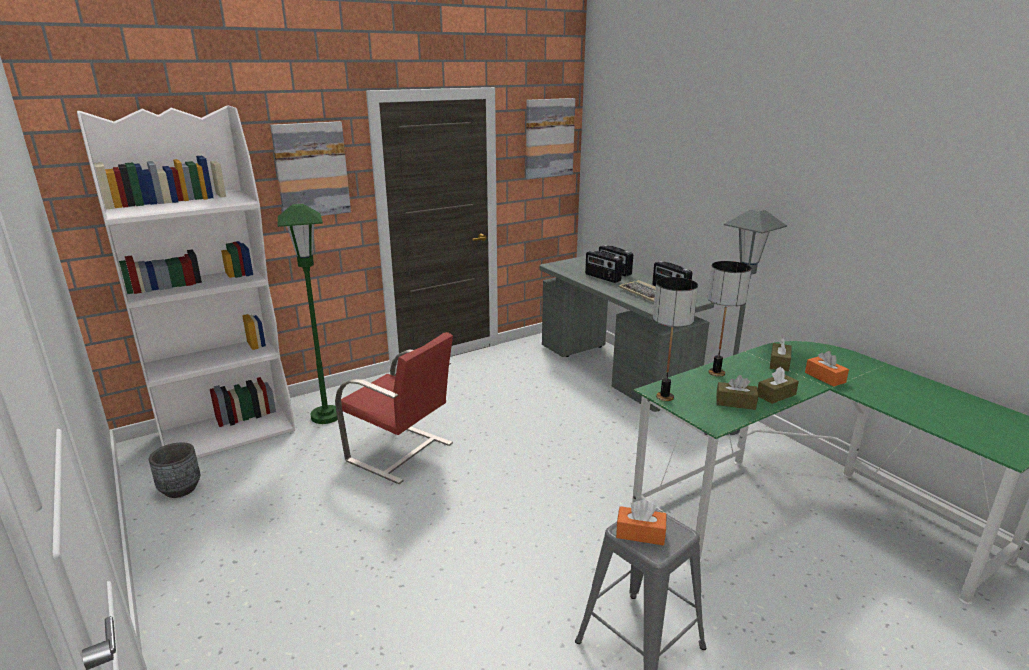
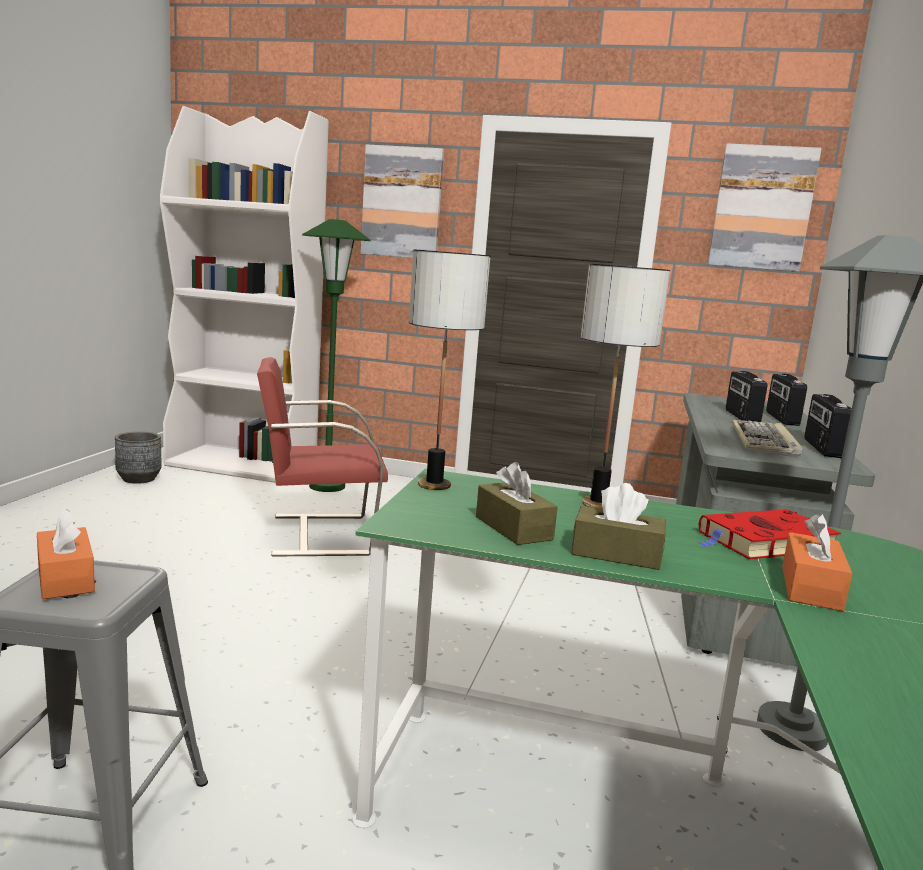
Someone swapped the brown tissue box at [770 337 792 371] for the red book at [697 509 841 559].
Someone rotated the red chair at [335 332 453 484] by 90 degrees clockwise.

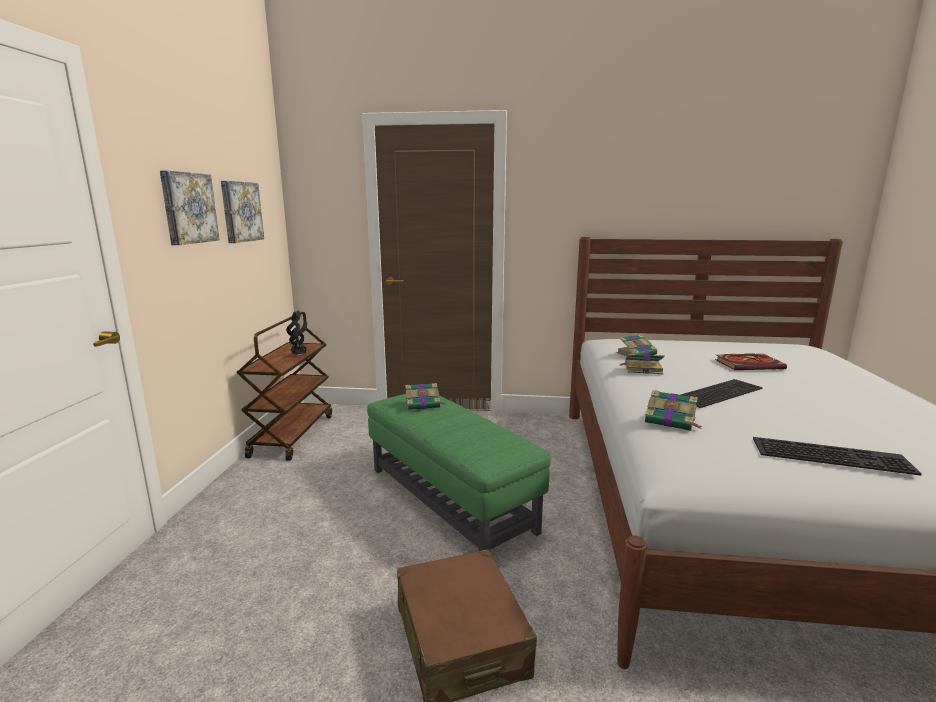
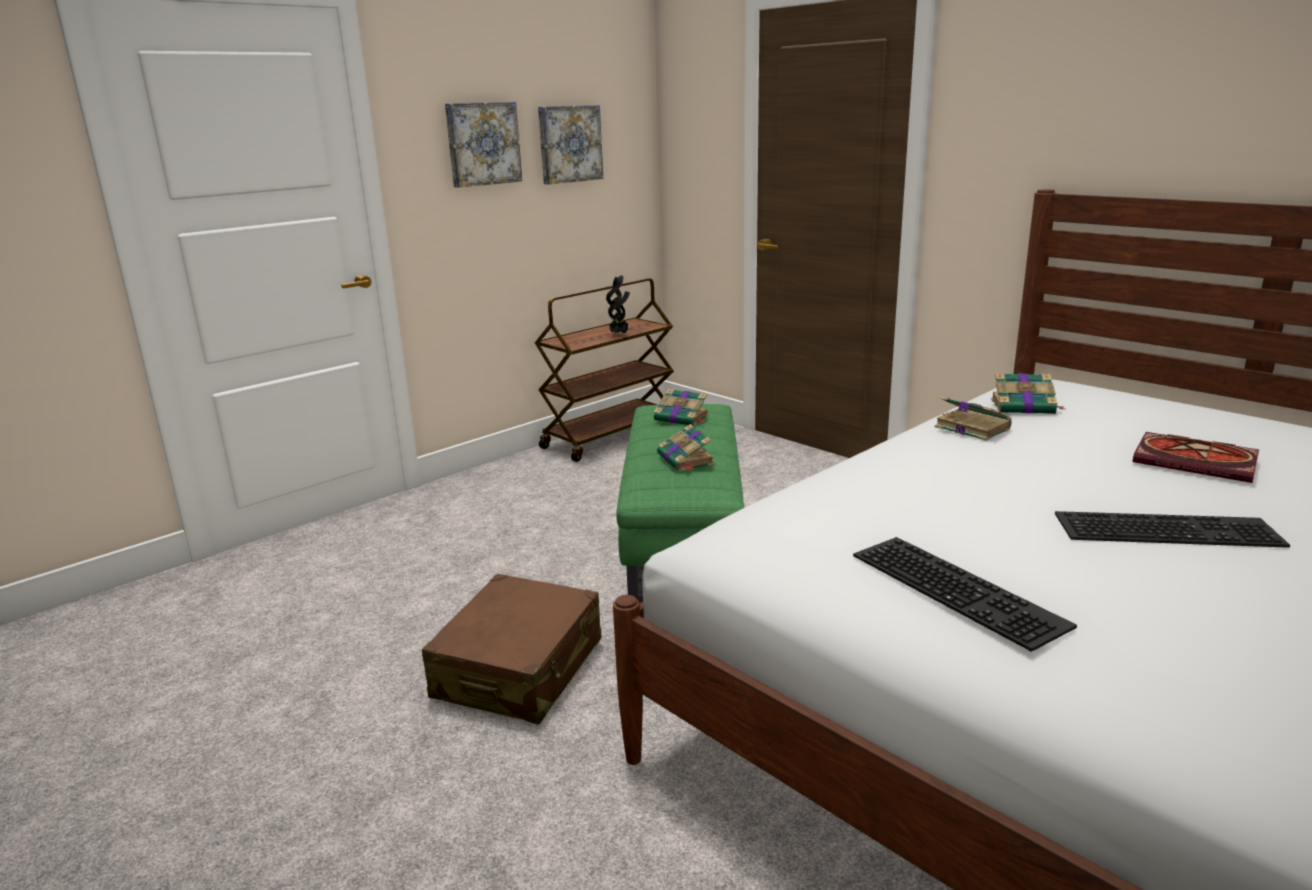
Someone carried the book from [645 390 702 431] to [657 424 715 471].
Someone carried the keyboard from [681 379 763 408] to [1055 511 1290 548].

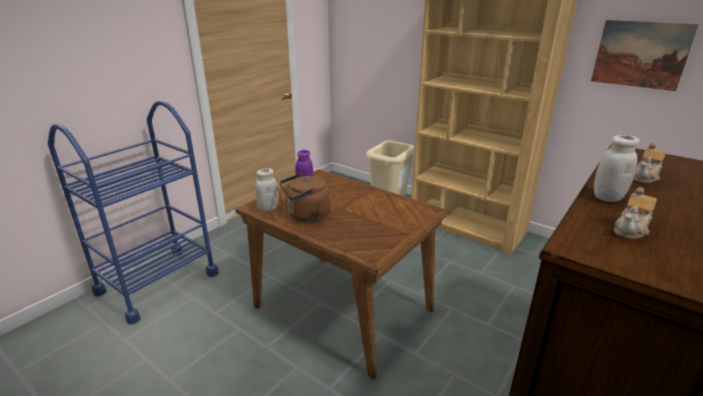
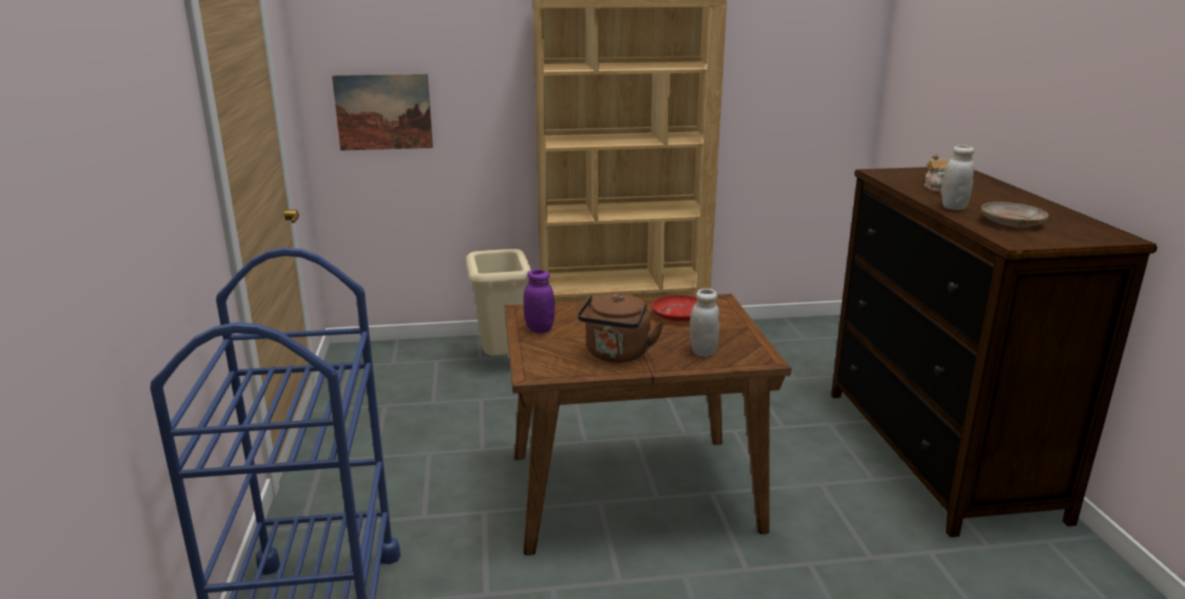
Someone put down the red plate at [652 295 697 321].
Someone carried the white jar from [255 168 279 212] to [690 288 720 357].
Someone carried the picture from [591 20 699 91] to [332 74 433 151].
Someone swapped the teapot at [614 187 657 239] for the beige plate at [981 202 1048 227].

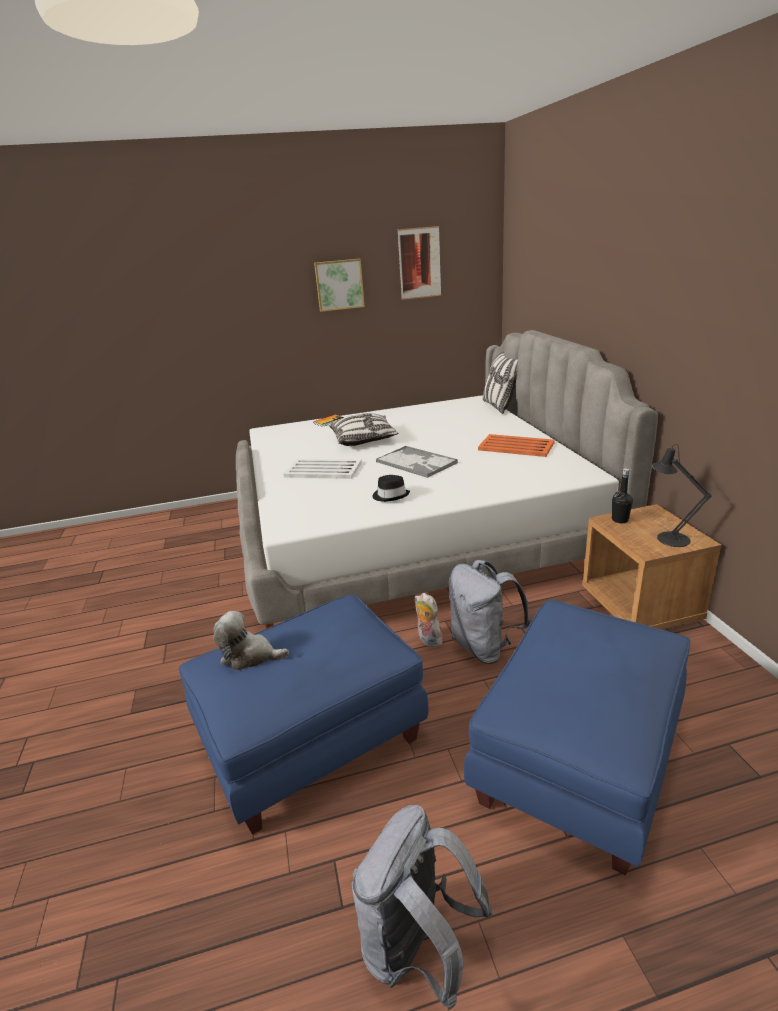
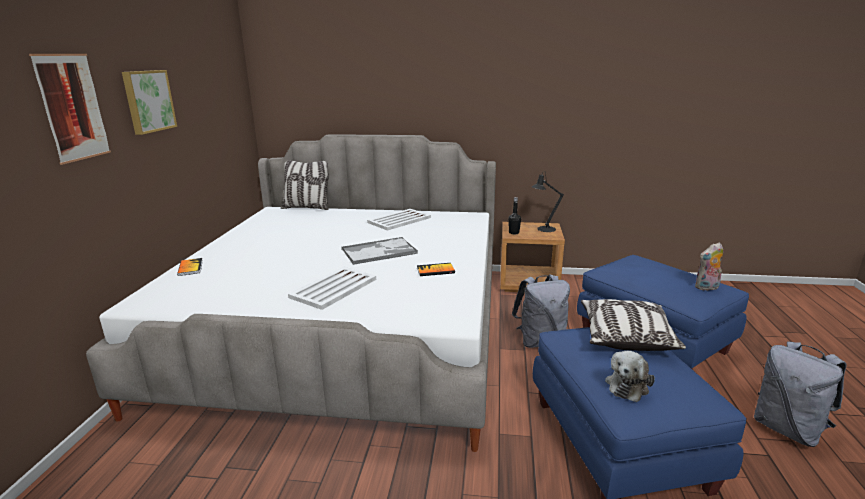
Someone carried the pillow from [329 413 399 446] to [581 299 686 351].
Someone carried the picture from [397 226 441 300] to [29 54 111 165].
Someone carried the plush toy from [414 593 443 647] to [695 242 723 291].
Someone swapped the black hat at [373 475 410 502] for the book at [417 263 455 276].
Someone repainted the orange tray at [478 434 555 457], which became the white tray at [367 209 431 231].

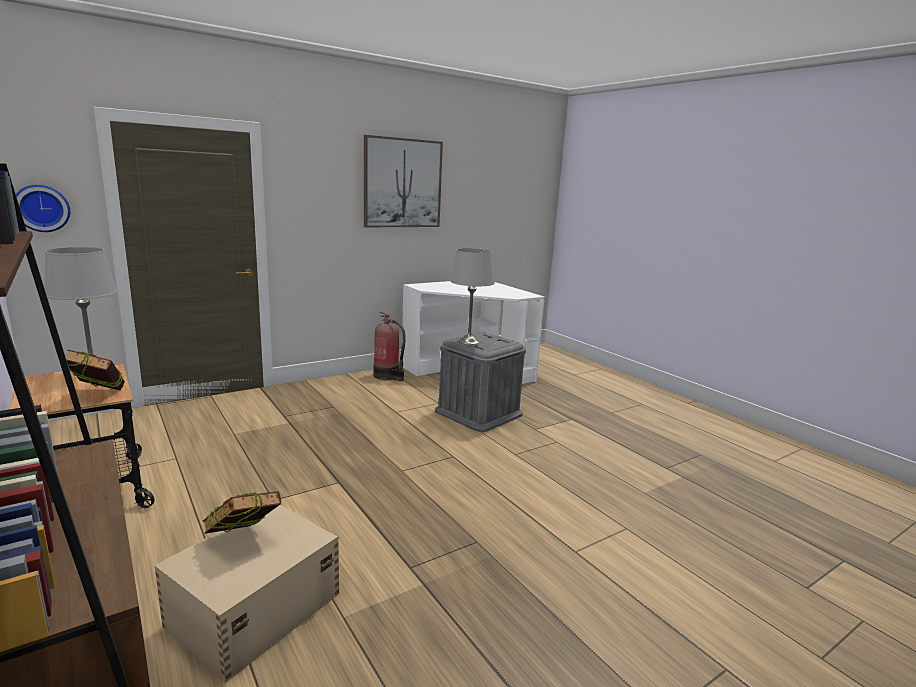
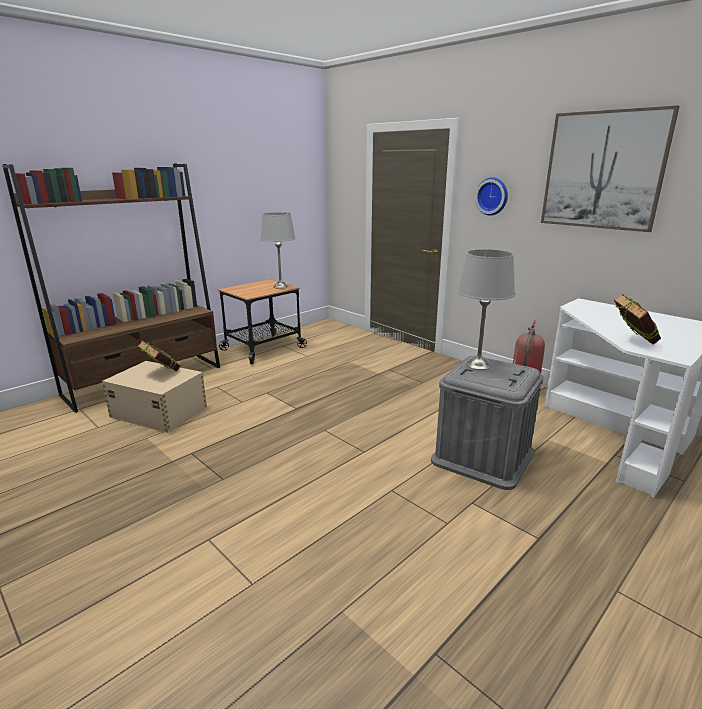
Someone carried the wall clock from [16 185 70 232] to [475 177 508 216].
Someone carried the book from [66 350 125 391] to [614 294 661 344].

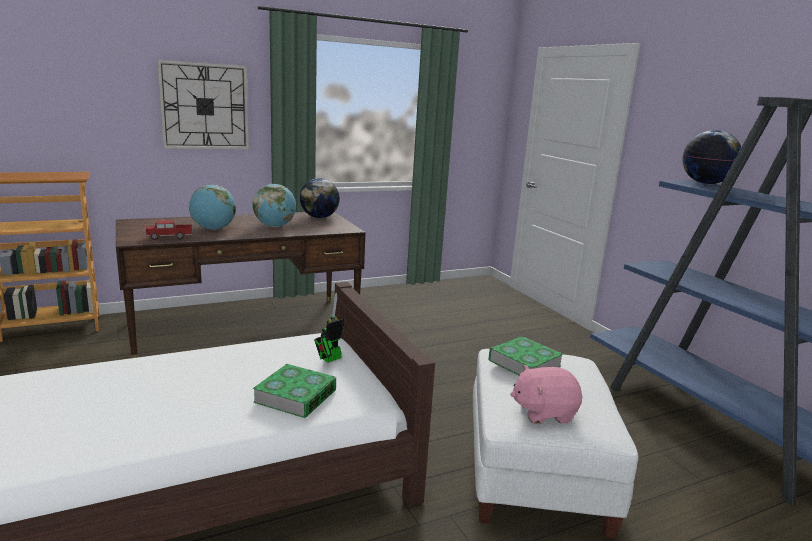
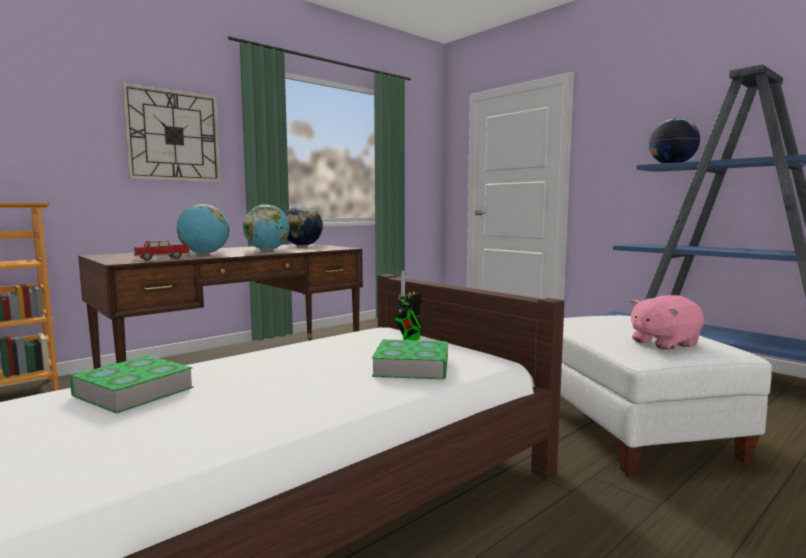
Someone carried the book from [488 336 563 376] to [70 356 194 414].

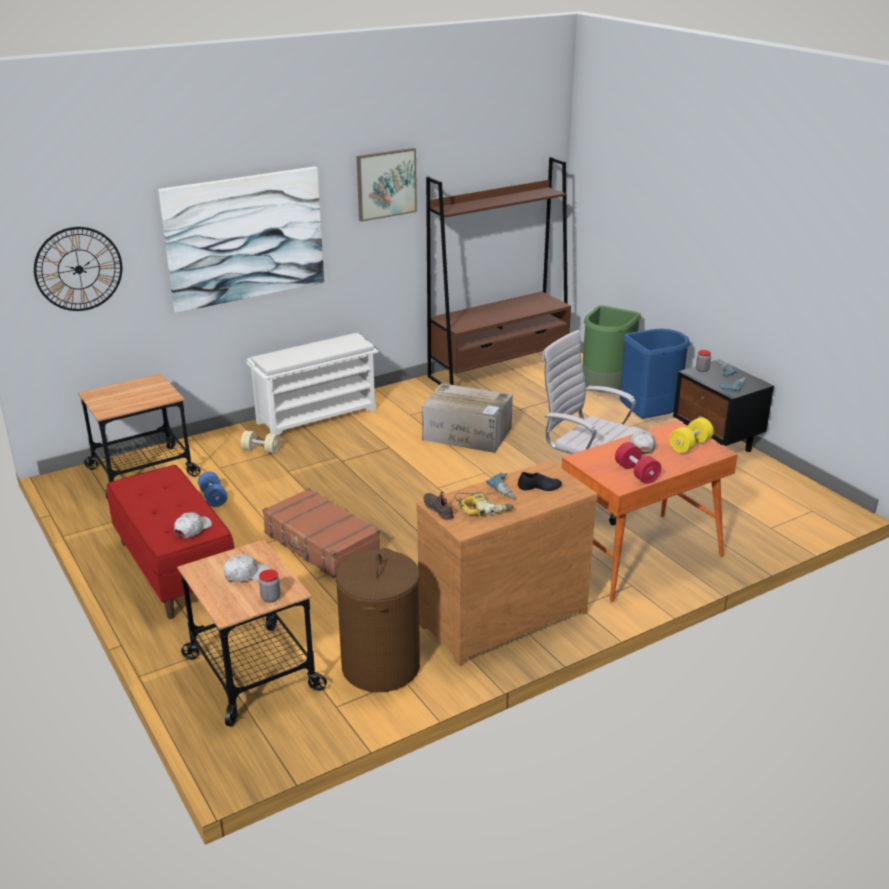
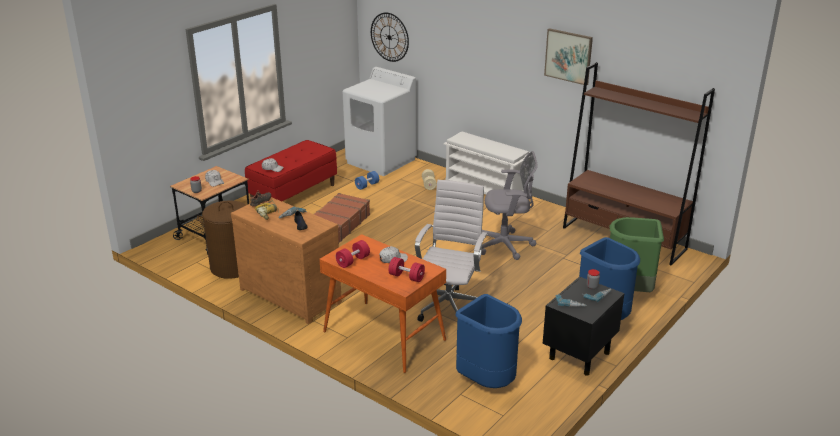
Someone took away the picture at [158 166 324 313].
Someone put down the blue trash can at [456 294 522 388].
Someone swapped the cart at [78 374 201 499] for the white washing machine at [342 67 417 176].
Someone swapped the cardboard box at [422 383 513 453] for the grey office chair at [481 151 538 260].
Someone repainted the yellow dumbbell at [669 417 714 453], which became the red dumbbell at [389 257 425 282].

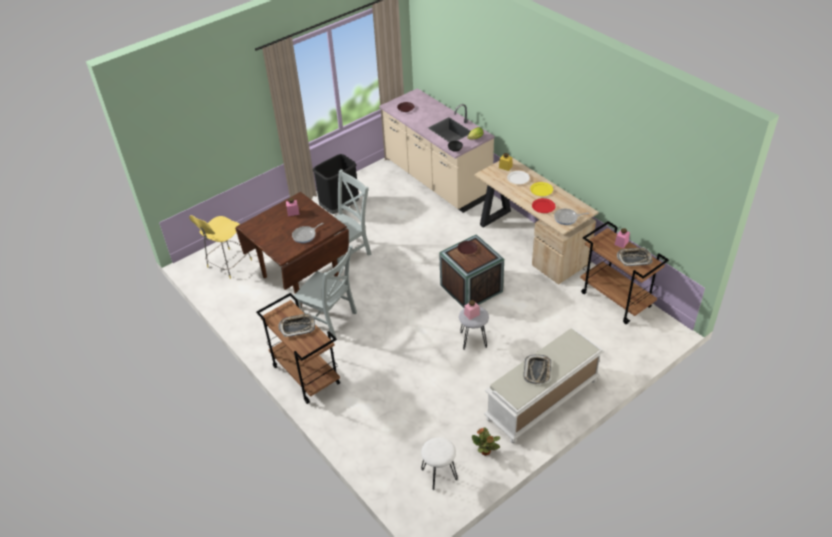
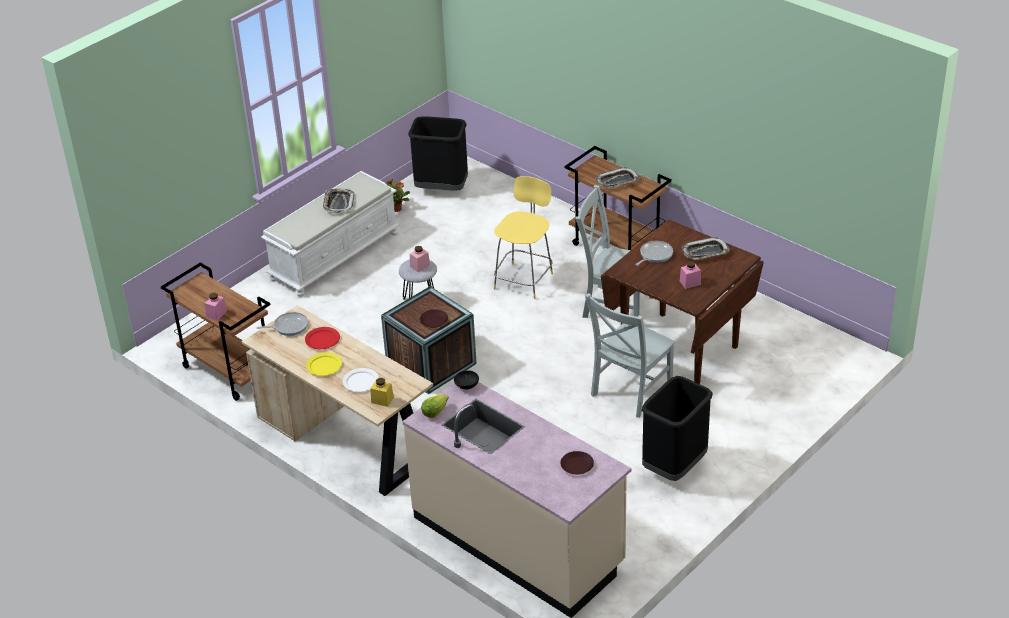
Someone carried the yellow stool from [189 215 252 279] to [494 176 553 299].
Someone carried the tray from [617 247 653 266] to [682 237 730 260].
Someone swapped the white stool at [421 437 458 490] for the black trash can at [408 116 468 191].

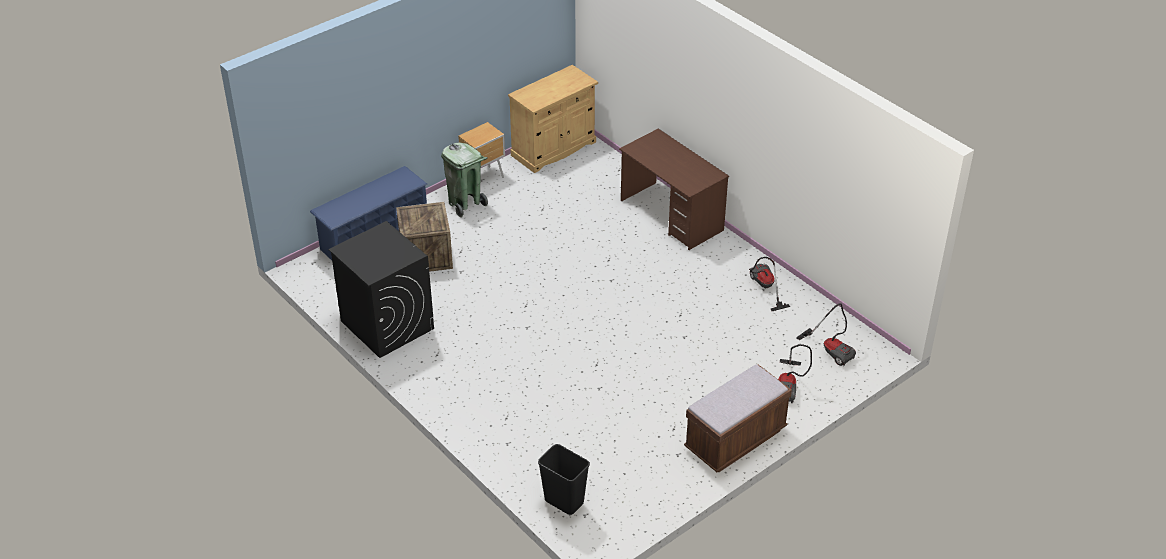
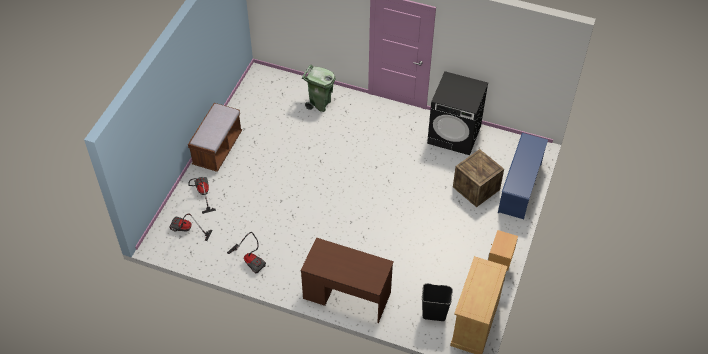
Someone carried the green trash can from [441 143 488 218] to [302 64 335 112].
Someone carried the black trash can from [538 444 590 515] to [422 283 453 321].

